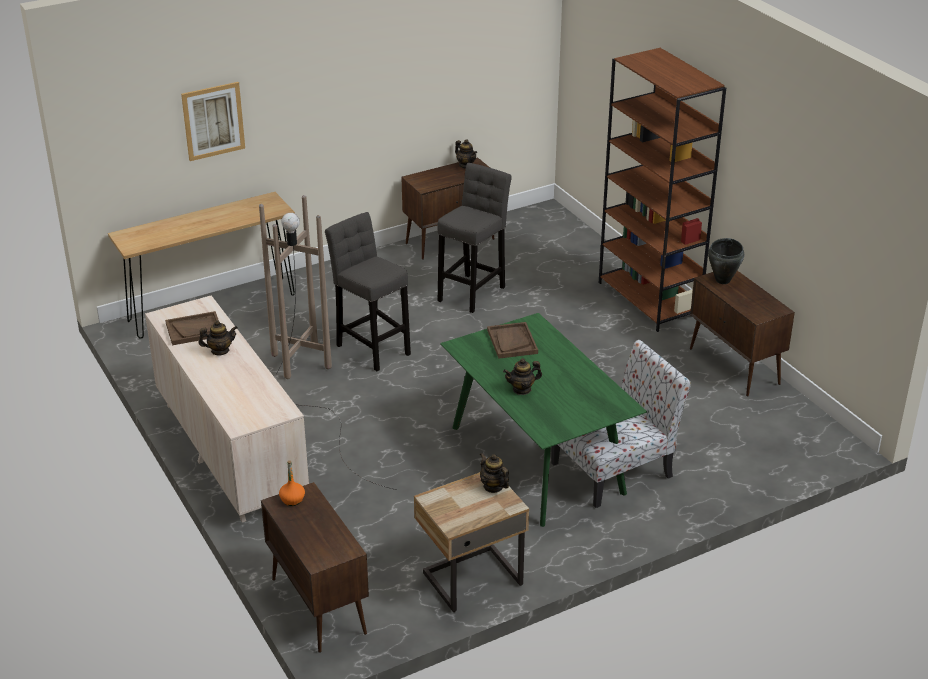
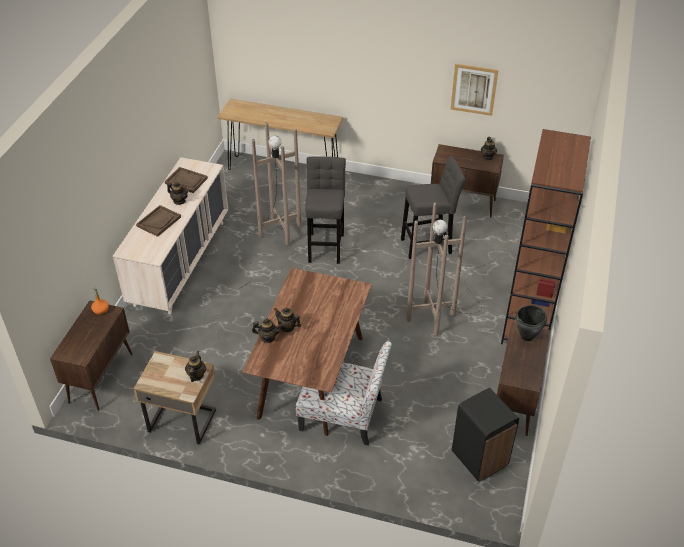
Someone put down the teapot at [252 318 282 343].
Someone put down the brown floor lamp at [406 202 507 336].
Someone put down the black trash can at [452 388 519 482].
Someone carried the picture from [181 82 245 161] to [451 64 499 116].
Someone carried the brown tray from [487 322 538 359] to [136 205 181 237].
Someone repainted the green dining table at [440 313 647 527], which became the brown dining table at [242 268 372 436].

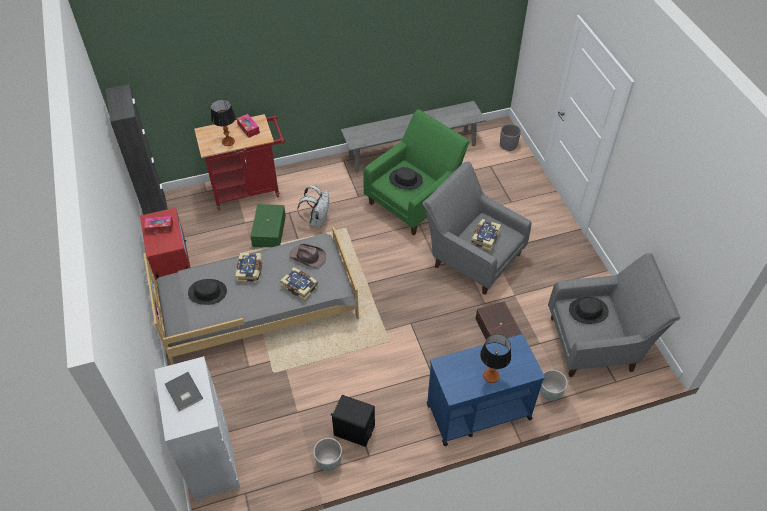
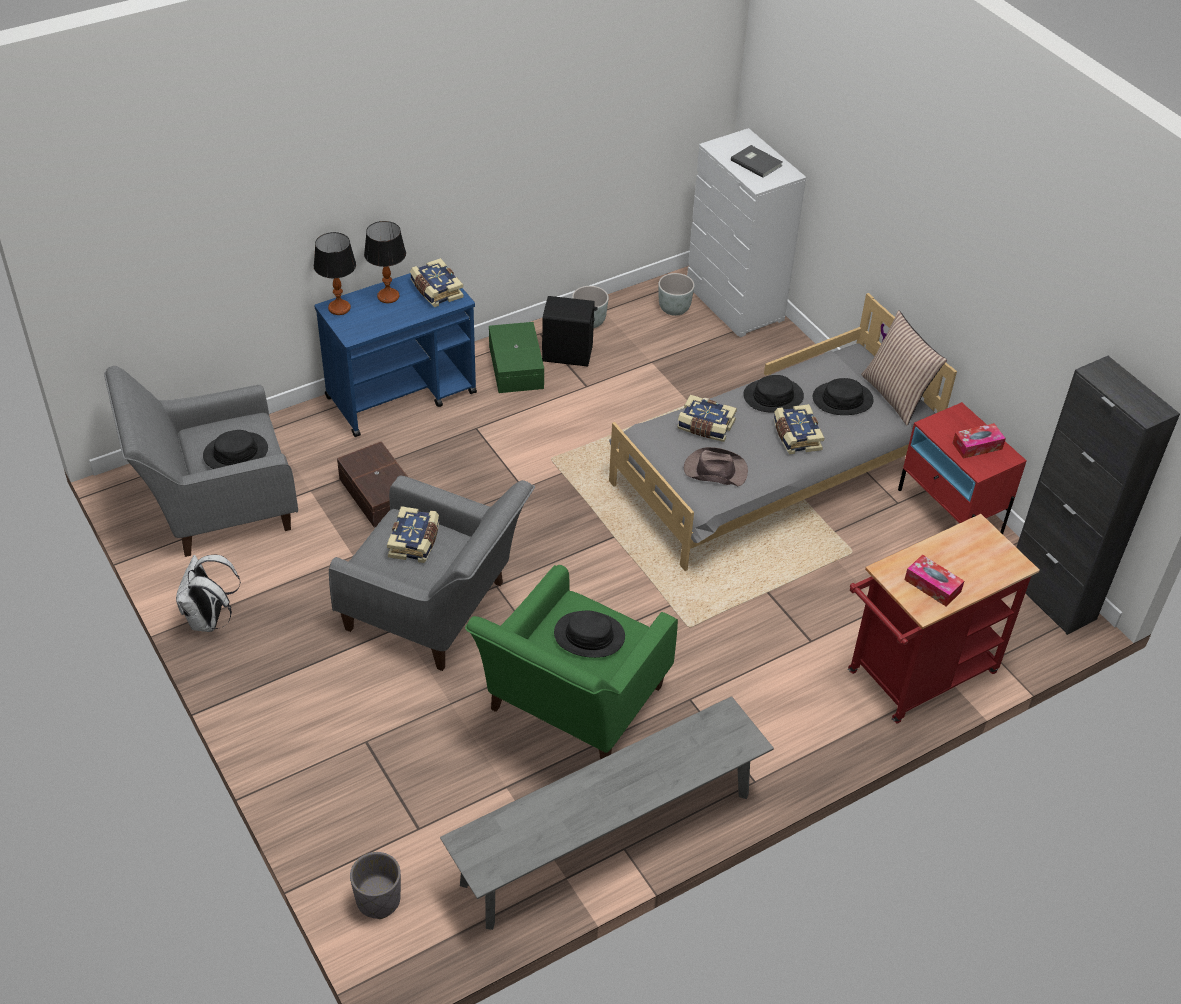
Someone put down the book at [410 258 464 307].
Someone put down the black hat at [743 375 804 413].
Someone put down the pillow at [861 310 947 425].
Someone carried the table lamp from [211 99 236 146] to [314 232 356 315].
Someone carried the green storage box from [250 204 286 247] to [489 322 544 393].
Someone carried the white backpack from [297 185 329 228] to [176 554 241 632].
Someone carried the grey planter from [540 370 568 401] to [658 273 695 316].

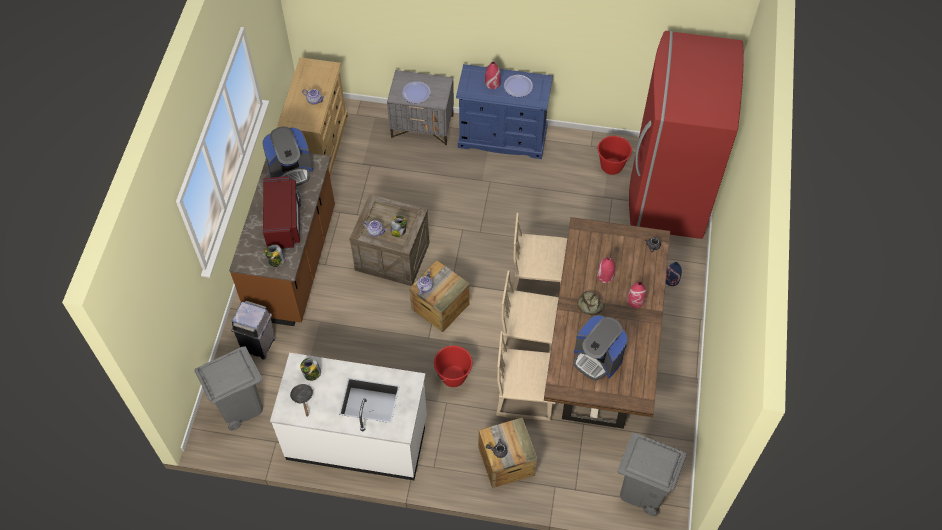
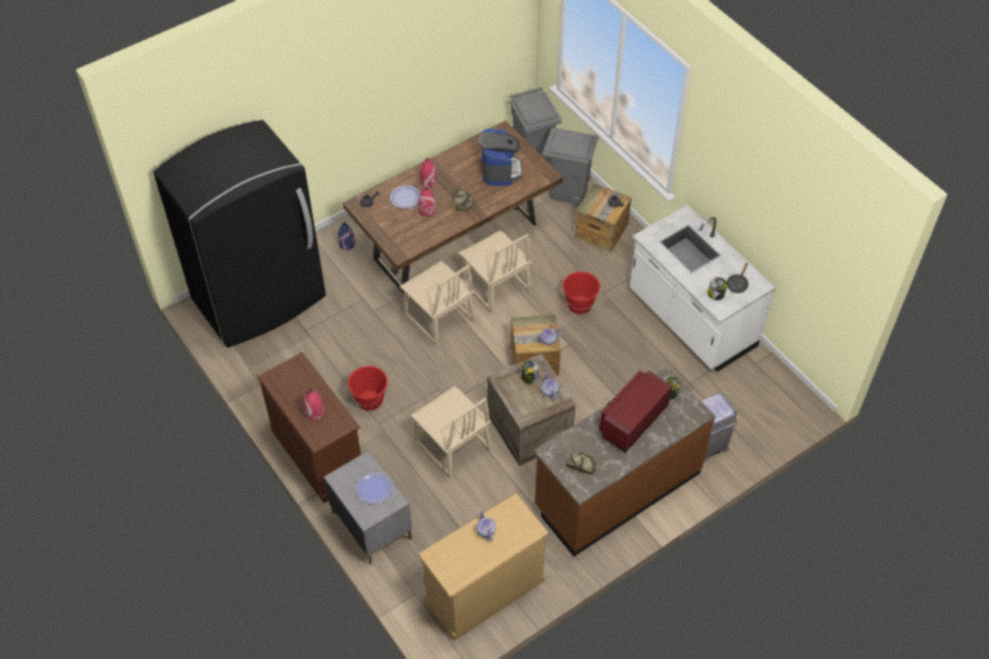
Someone carried the grey trash can from [194 346 263 430] to [542 127 599 207].
Someone carried the beige chair from [496 331 556 421] to [411 386 492 479].
Someone carried the plate from [504 75 533 97] to [390 185 420 209].
Someone carried the red bucket from [597 136 633 175] to [348 366 388 411].
Someone swapped the coffee machine at [262 127 313 186] for the bread at [566 451 596 475].
Someone repainted the blue dresser at [456 64 553 159], which became the brown dresser at [258 352 361 503].
Someone repainted the red fridge at [629 31 744 239], which became the black fridge at [153 120 326 348].

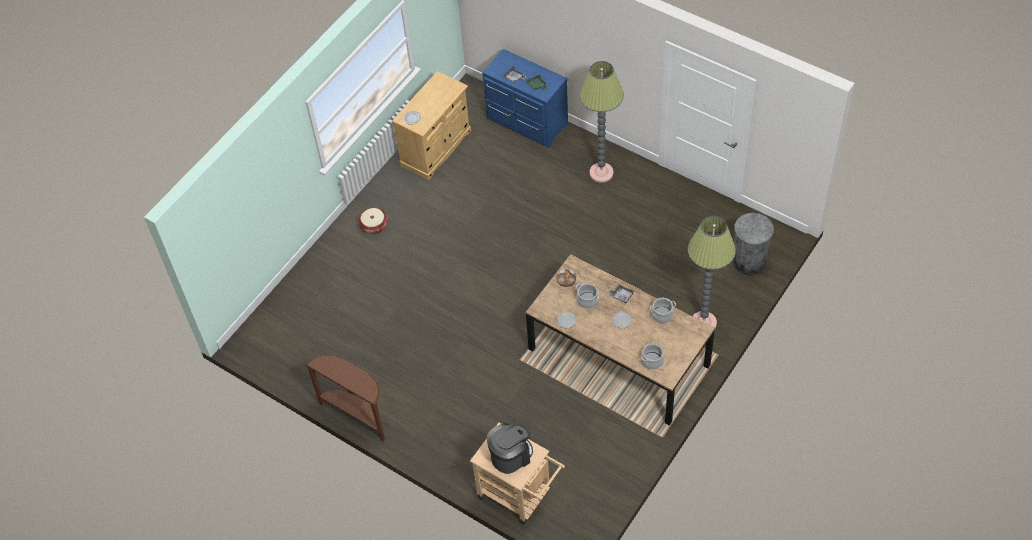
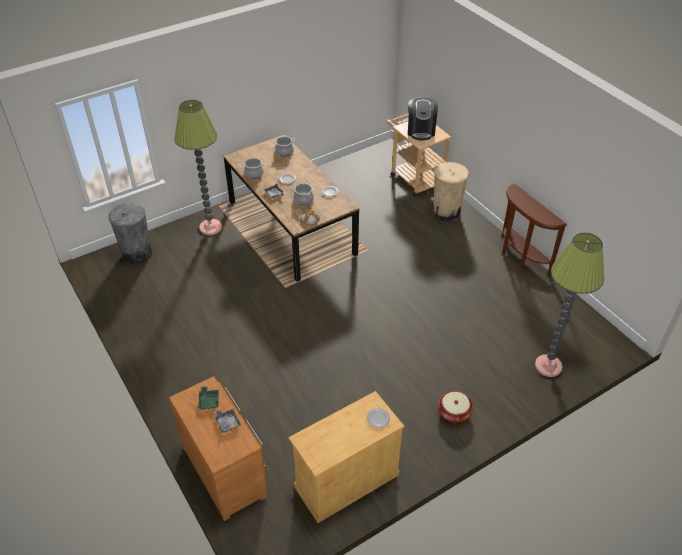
Someone put down the beige trash can at [433 162 469 222].
Someone carried the floor lamp from [580 61 624 183] to [535 233 604 377].
Someone repainted the blue dresser at [482 49 568 148], which became the brown dresser at [169 376 268 521].
Someone rotated the coffee machine at [487 423 533 474] by 75 degrees counterclockwise.

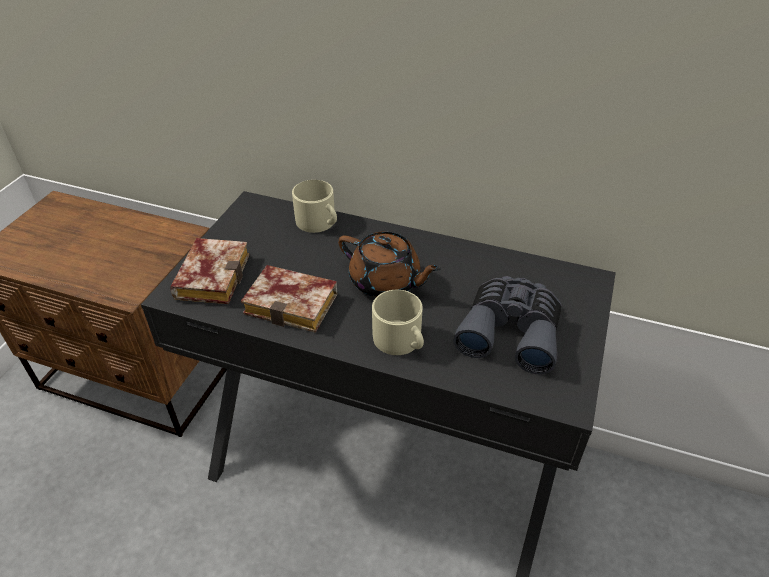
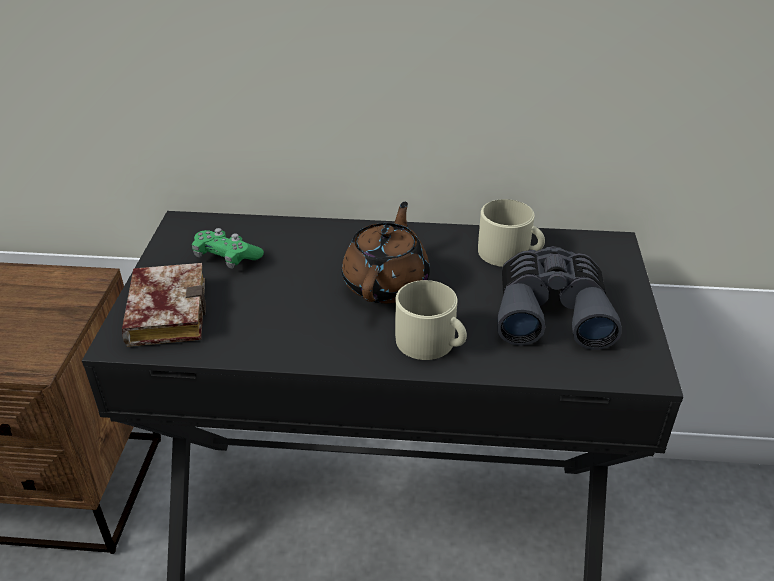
Someone took away the book at [241 265 338 333].
Someone put down the green game controller at [192 228 264 268].
Someone carried the beige mug from [292 180 337 233] to [478 199 545 267].
Someone rotated the brown teapot at [338 231 441 297] by 90 degrees counterclockwise.

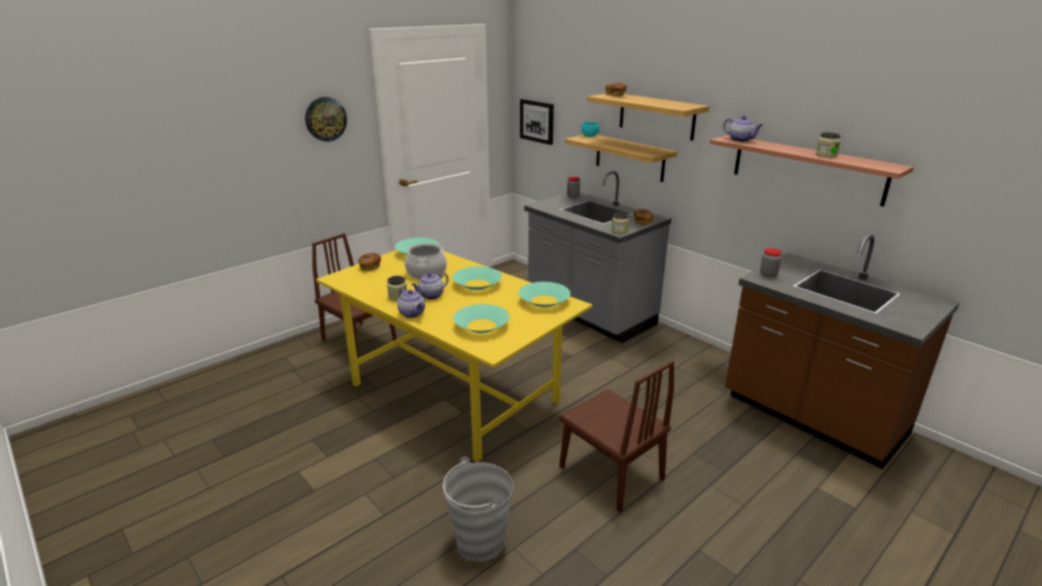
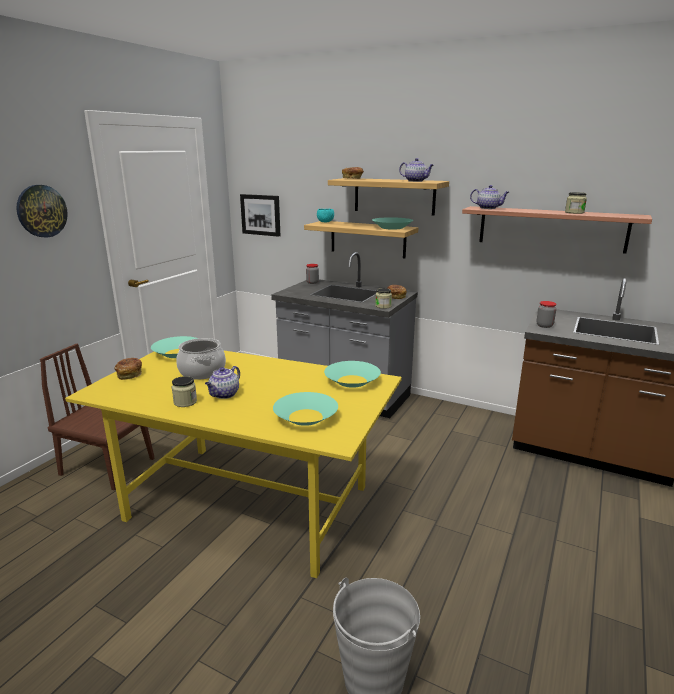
Someone took away the brown chair at [559 360 675 512].
Someone carried the teapot from [397 288 425 318] to [399 158 434 182].
Someone carried the turquoise bowl from [453 267 502 290] to [372 217 413 230].

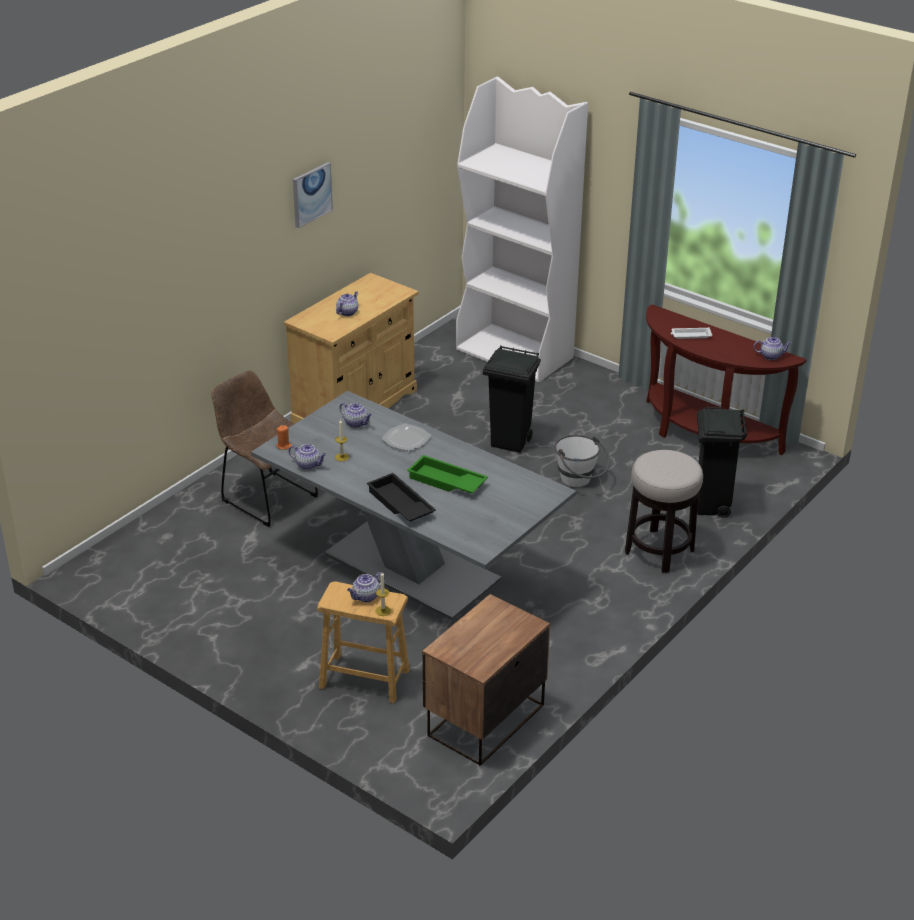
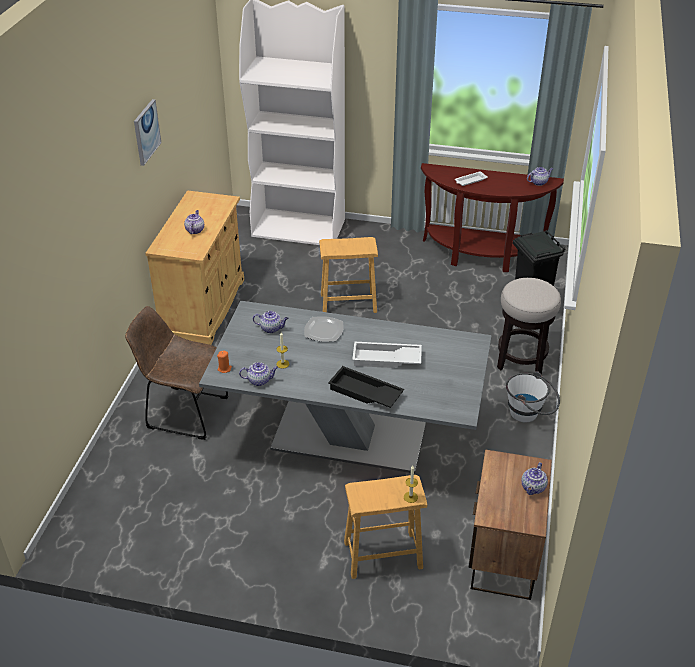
Someone carried the teapot from [347 572 381 602] to [521 462 548 495].
Someone carried the white bucket from [554 434 610 487] to [506 371 560 423].
Someone swapped the black trash can at [483 345 541 453] for the brown stool at [319 237 378 313].
Someone repainted the green tray at [407 455 488 494], which became the white tray at [352 342 422 368].

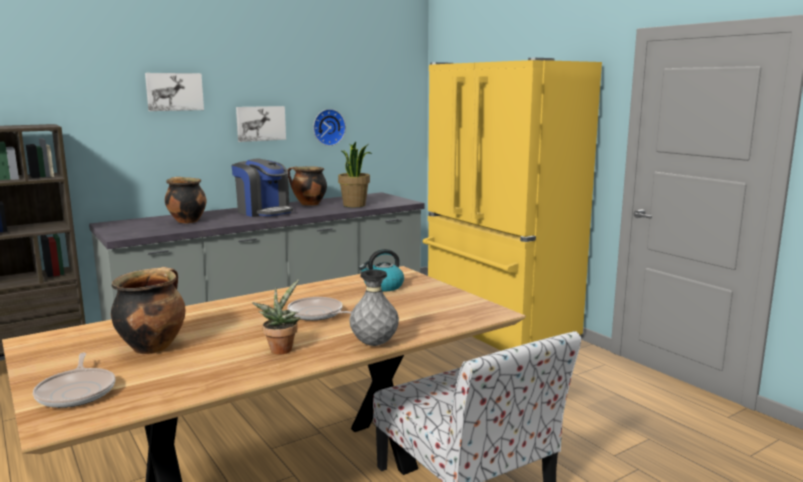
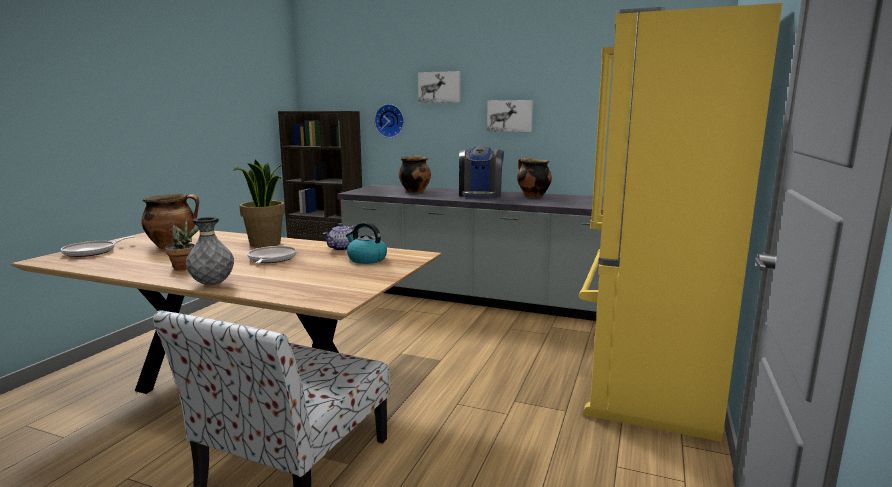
Someone put down the teapot at [323 223 359 251].
Someone carried the wall clock from [313 109 346 146] to [374 104 404 138].
Someone carried the potted plant from [338 142 372 207] to [232 159 285 248].

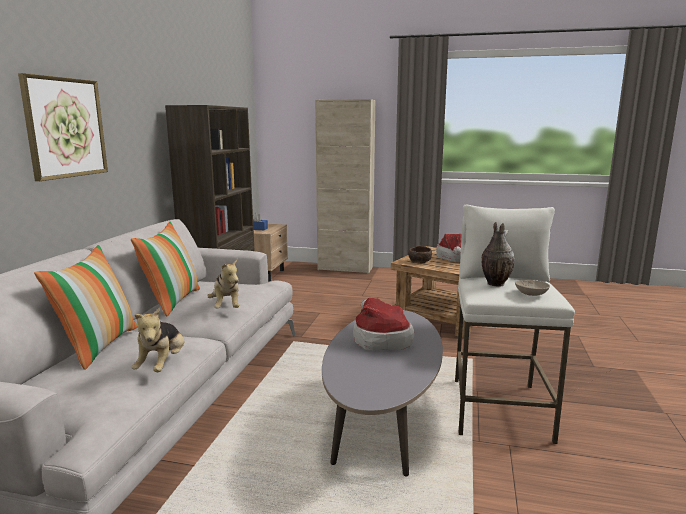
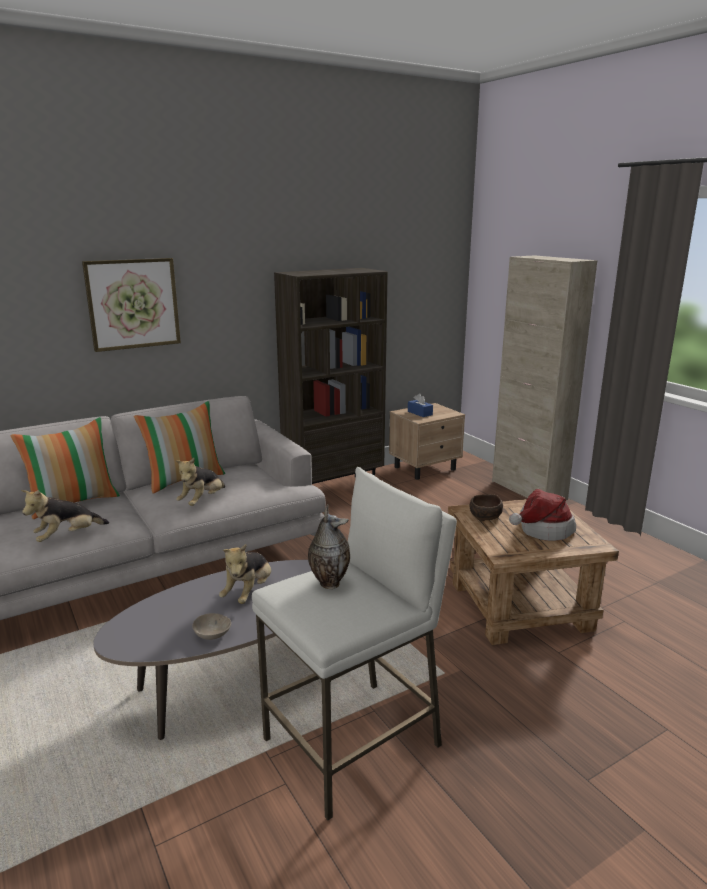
Someone carried the beige bowl from [515 280 550 296] to [192 613 231 640].
Someone swapped the hat at [353 298 414 350] for the plush toy at [219 544 271 604].

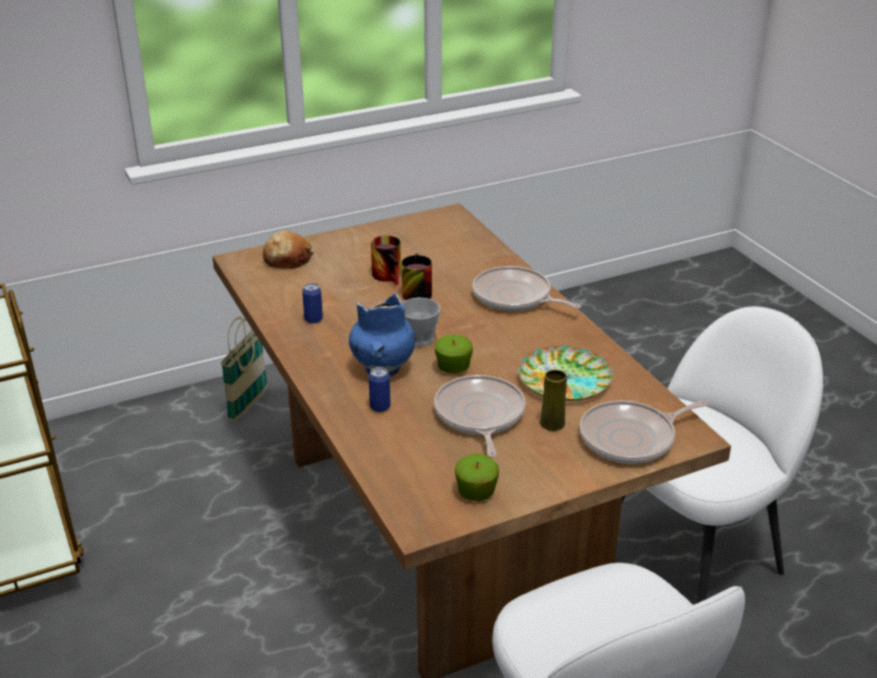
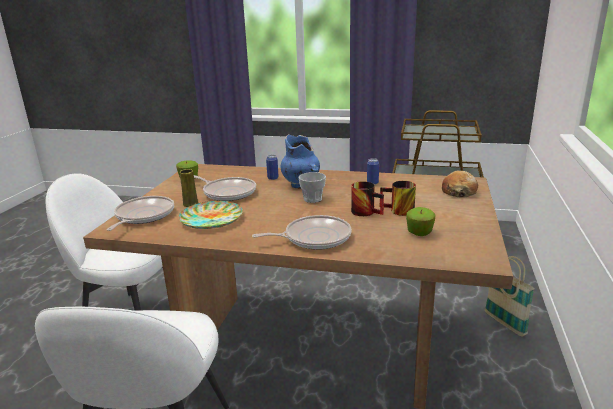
Someone carried the apple from [435 335 473 373] to [406 207 436 236].

